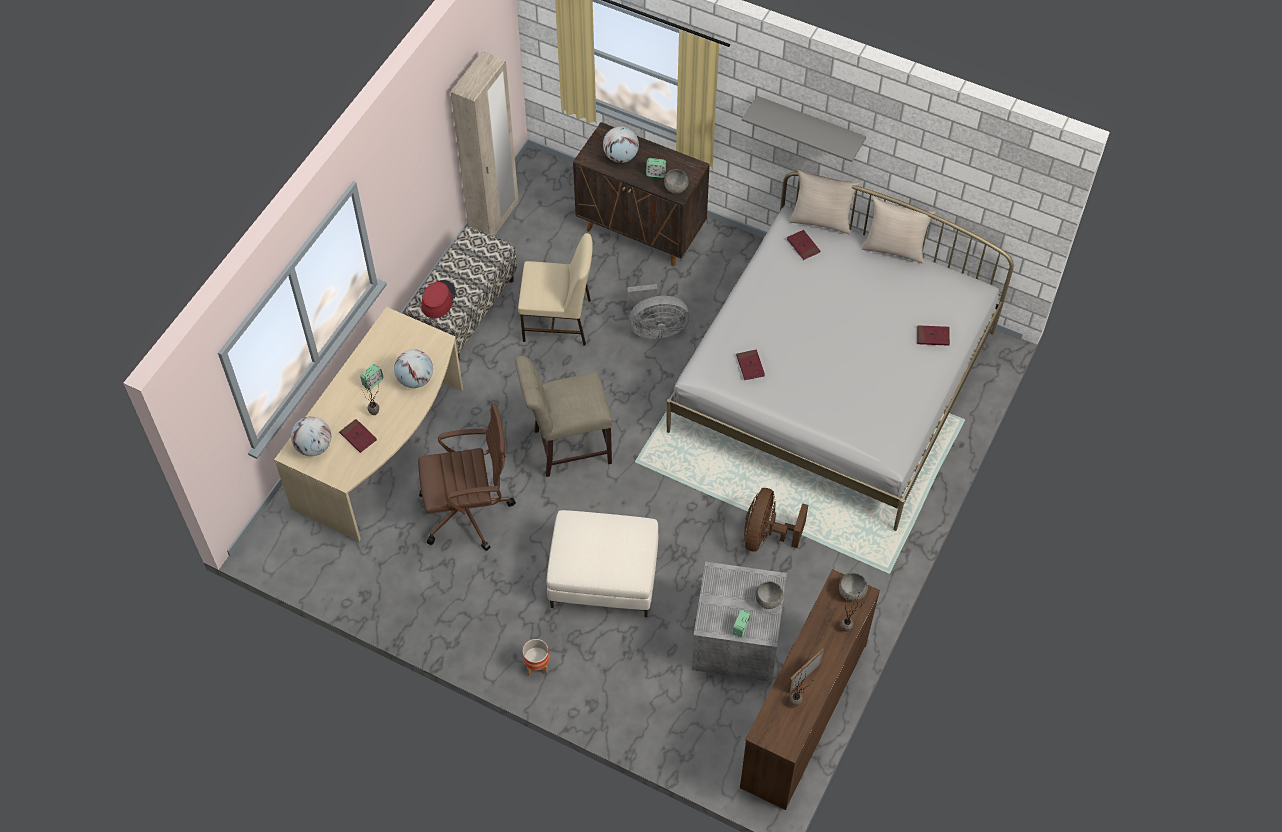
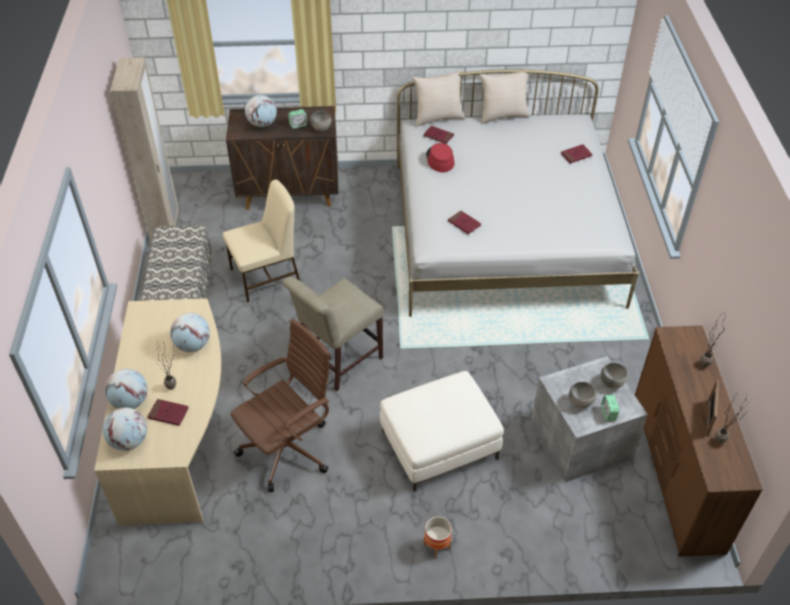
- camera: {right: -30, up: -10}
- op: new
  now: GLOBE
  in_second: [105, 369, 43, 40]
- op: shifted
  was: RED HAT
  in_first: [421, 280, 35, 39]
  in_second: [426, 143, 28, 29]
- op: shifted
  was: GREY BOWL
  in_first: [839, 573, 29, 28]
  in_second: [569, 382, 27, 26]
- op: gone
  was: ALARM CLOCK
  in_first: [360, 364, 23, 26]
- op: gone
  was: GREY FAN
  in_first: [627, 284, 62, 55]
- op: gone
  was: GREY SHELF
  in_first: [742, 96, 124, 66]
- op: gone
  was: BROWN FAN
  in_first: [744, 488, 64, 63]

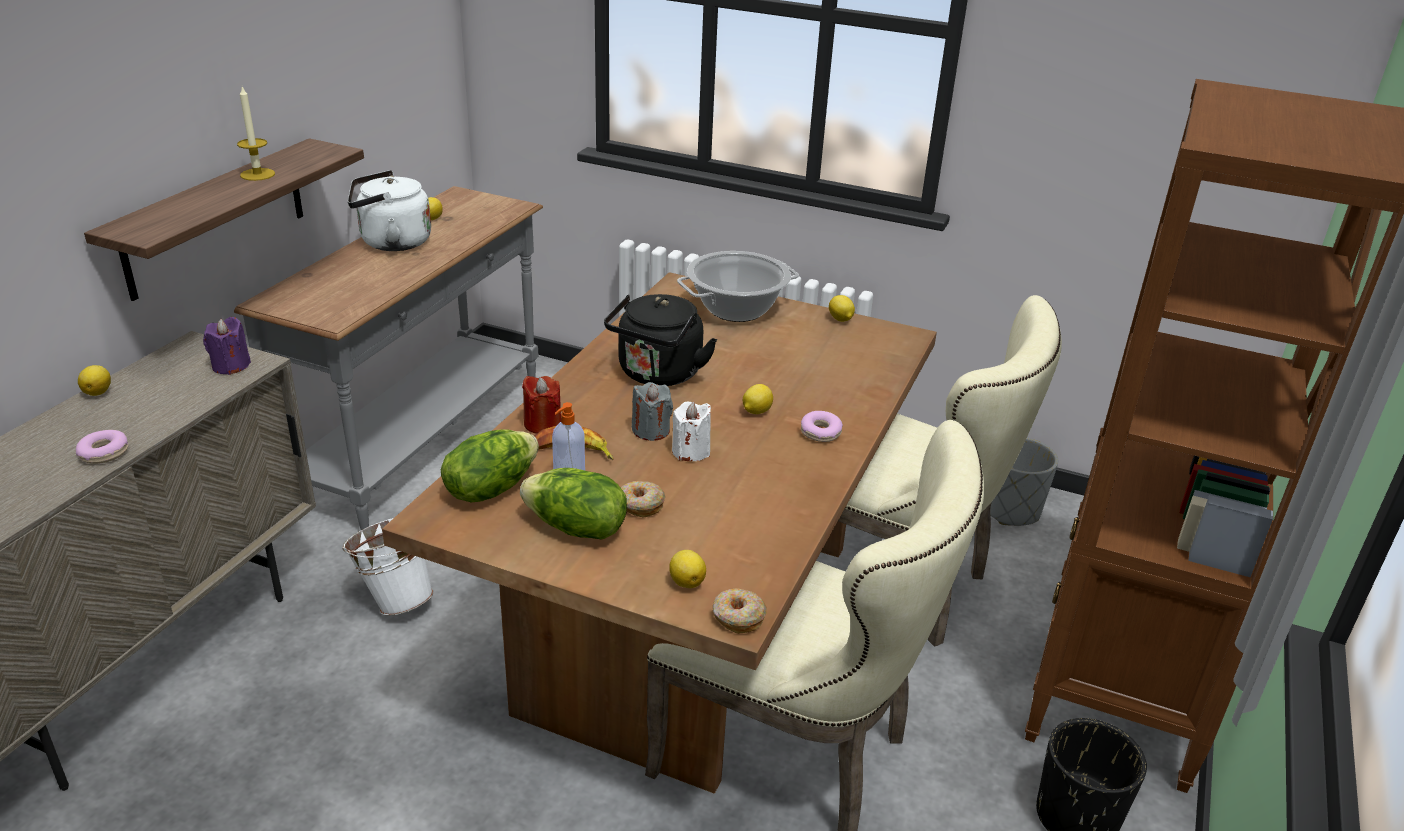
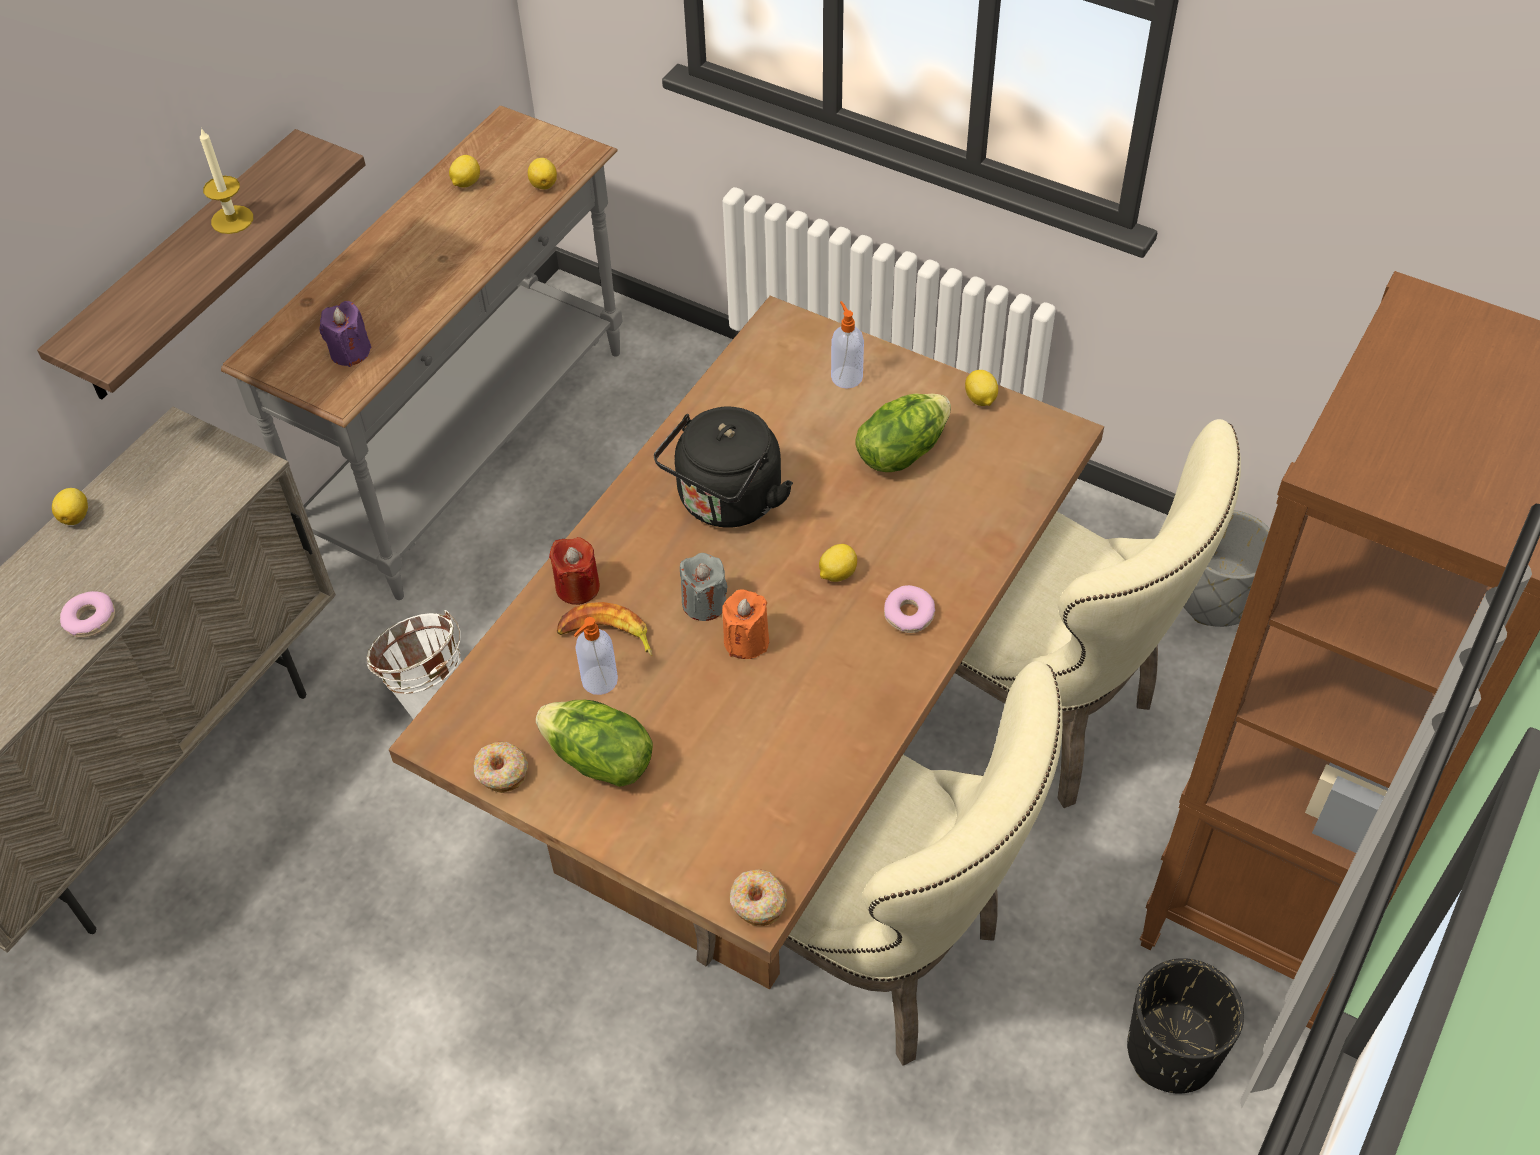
- camera: {right: 10, up: 20}
- op: shifted
  was: PURPLE CANDLE
  in_first: [203, 317, 48, 58]
  in_second: [319, 301, 53, 66]
- op: shifted
  was: DONUT
  in_first: [621, 481, 45, 36]
  in_second: [473, 742, 55, 51]
- op: shifted
  was: LEMON
  in_first: [669, 550, 37, 38]
  in_second: [528, 158, 29, 32]
- op: repainted
  was: WHITE CANDLE
  now: ORANGE CANDLE
  in_first: [672, 402, 39, 59]
  in_second: [722, 589, 47, 70]
- op: swapped
  was: COOKING POT
  now: SOAP DISPENSER
  in_first: [677, 251, 122, 71]
  in_second: [831, 301, 33, 88]
- op: shifted
  was: LETTUCE
  in_first: [441, 429, 98, 73]
  in_second: [855, 393, 96, 79]
- op: gone
  was: WHITE KETTLE
  in_first: [348, 170, 83, 81]

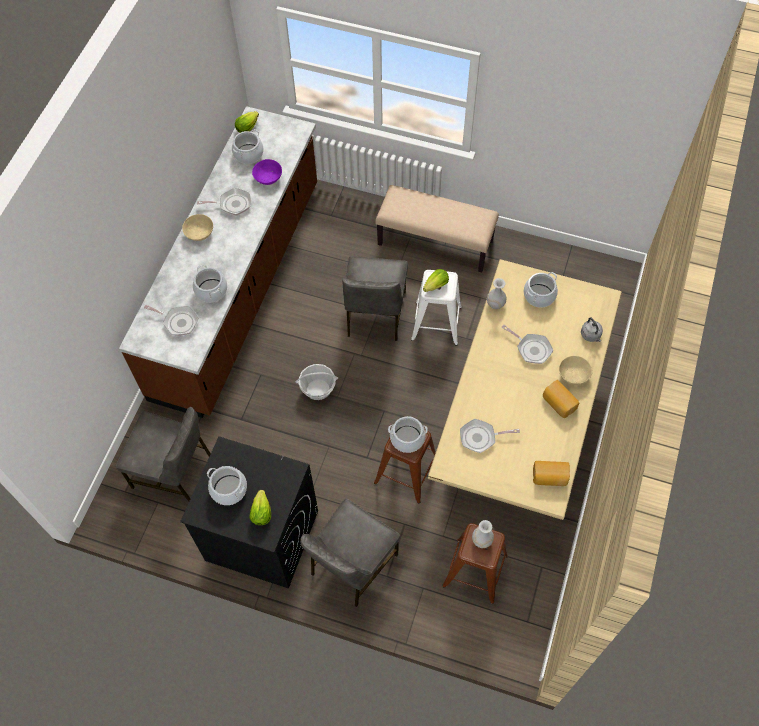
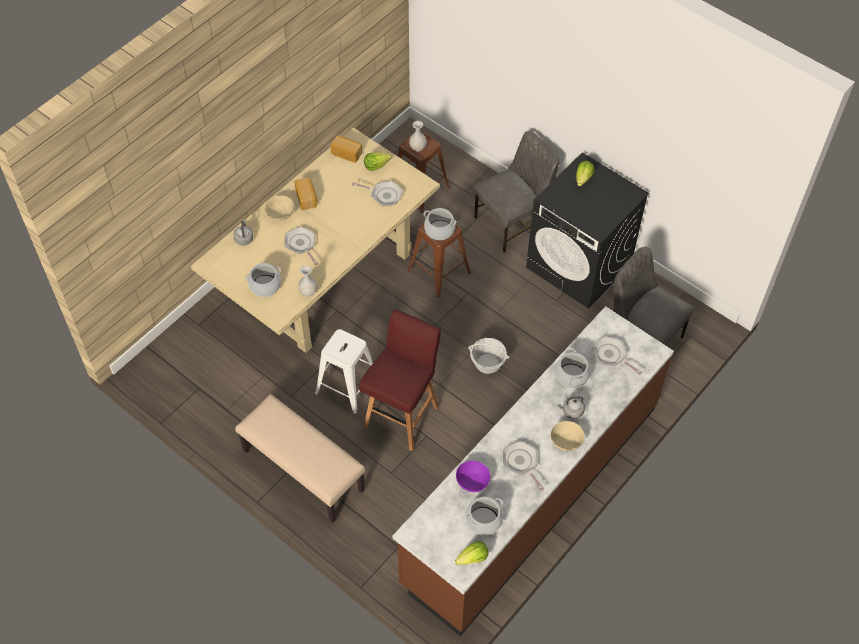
- camera: {right: -160, up: -5}
- op: swapped
  was: GREY CHAIR
  now: RED STOOL
  in_first: [342, 256, 66, 85]
  in_second: [359, 309, 82, 142]
- op: shifted
  was: LETTUCE
  in_first: [423, 269, 26, 23]
  in_second: [364, 152, 28, 19]
- op: rotated
  was: FRYING PAN
  in_first: [197, 188, 54, 28]
  in_second: [503, 441, 41, 50]
  clockwise: 45
- op: new
  now: GREY KETTLE
  in_second: [557, 396, 28, 23]
- op: gone
  was: COOKING POT
  in_first: [207, 466, 40, 39]

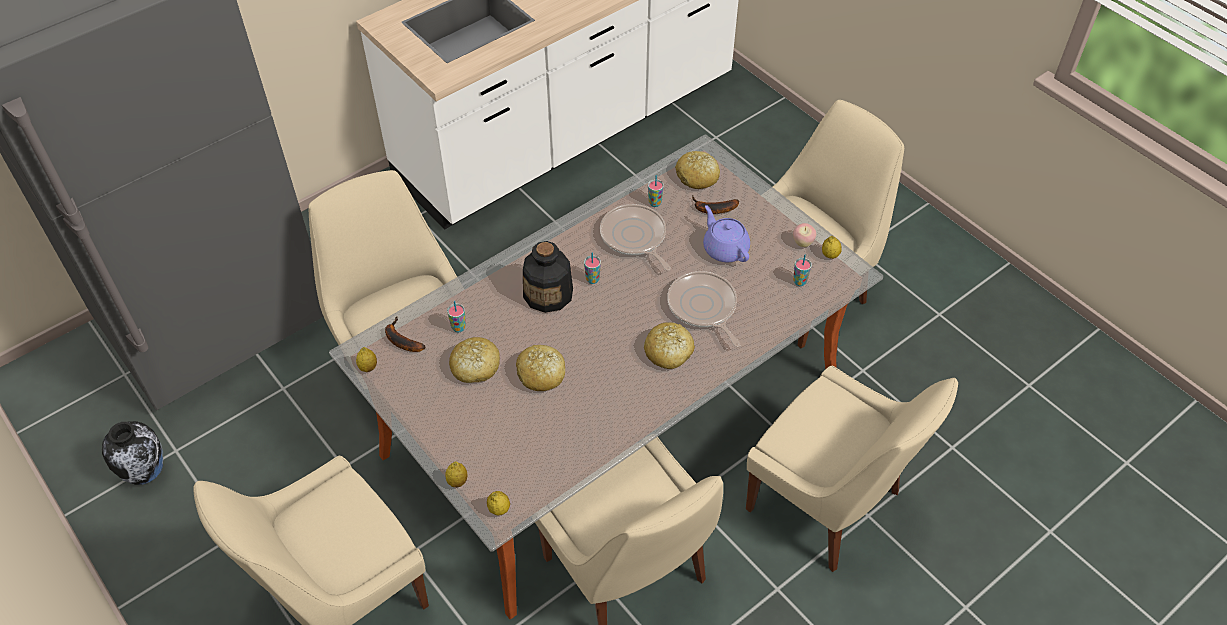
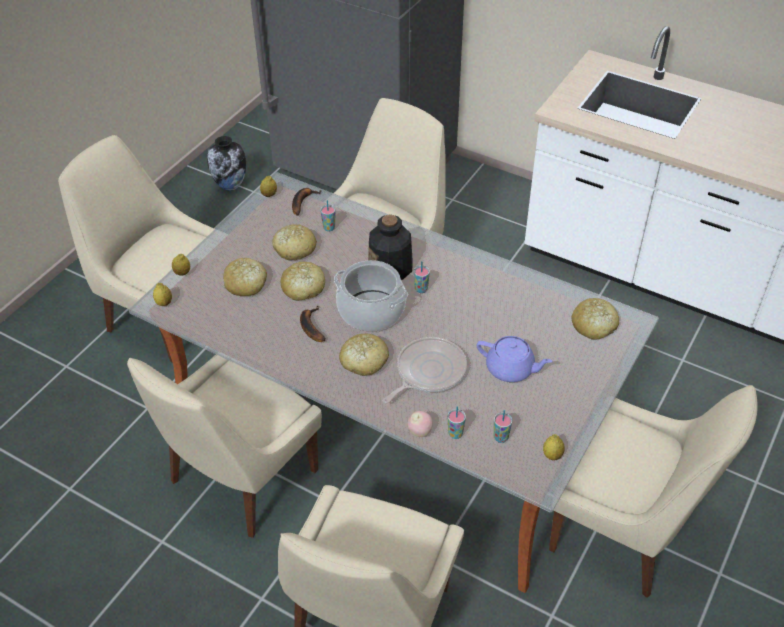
- camera: {right: 70, up: -5}
- op: new
  now: BREAD
  in_second: [223, 258, 44, 38]
- op: shifted
  was: BANANA
  in_first: [692, 196, 47, 18]
  in_second: [300, 306, 25, 36]
- op: new
  now: COOKING POT
  in_second: [334, 260, 74, 71]
- op: shifted
  was: APPLE
  in_first: [793, 223, 23, 24]
  in_second: [407, 411, 26, 26]
- op: shifted
  was: CUP
  in_first: [648, 175, 16, 32]
  in_second: [448, 406, 18, 33]
- op: rotated
  was: PURPLE TEAPOT
  in_first: [703, 205, 47, 57]
  in_second: [477, 336, 76, 46]
  clockwise: 75
- op: gone
  was: FRYING PAN
  in_first: [600, 204, 71, 67]

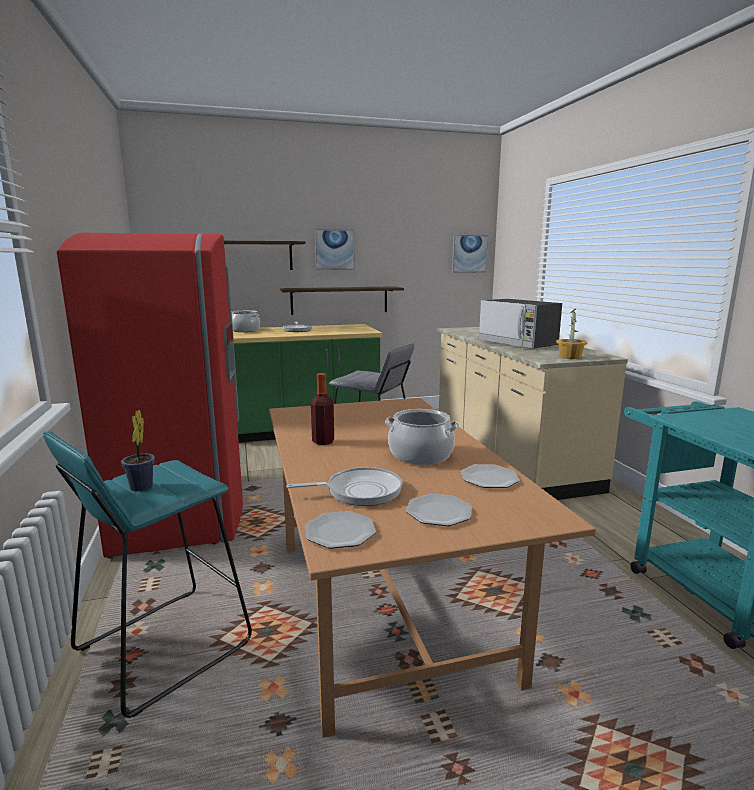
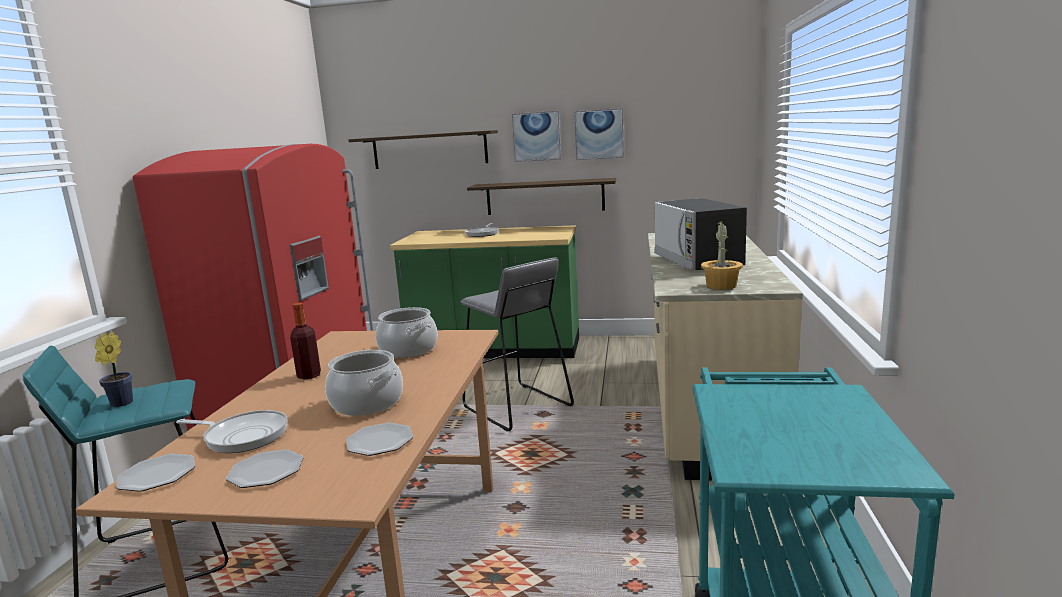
- camera: {right: 25, up: 0}
- op: shifted
  was: COOKING POT
  in_first: [232, 310, 28, 22]
  in_second: [376, 307, 62, 51]
- op: shifted
  was: PICTURE
  in_first: [452, 235, 36, 38]
  in_second: [574, 108, 50, 52]

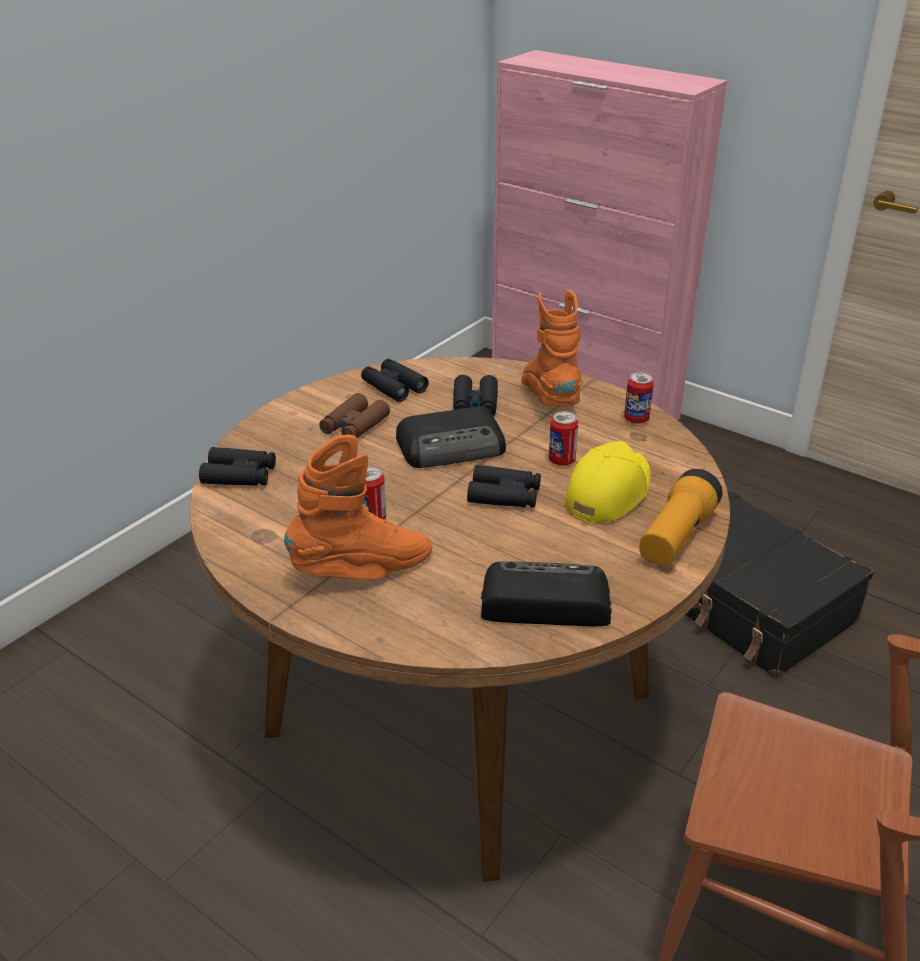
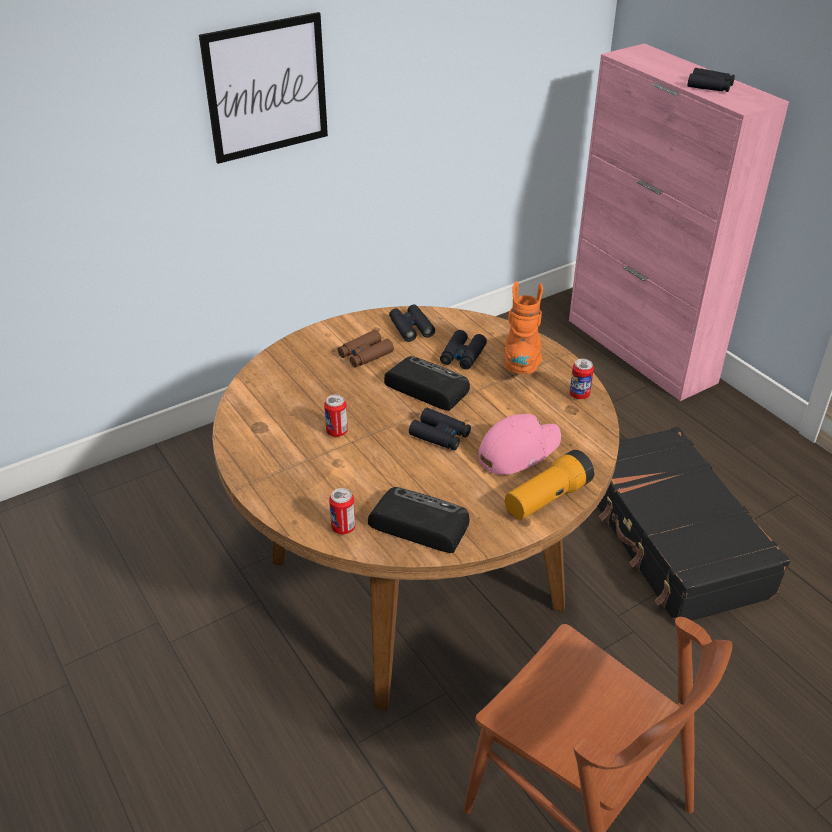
- camera: {right: 20, up: 5}
- op: new
  now: PICTURE
  in_second: [199, 12, 129, 152]
- op: shifted
  was: CAN
  in_first: [549, 411, 29, 55]
  in_second: [329, 488, 27, 46]
- op: rotated
  was: RADIO
  in_first: [396, 406, 110, 62]
  in_second: [384, 356, 86, 55]
  clockwise: -150
- op: repainted
  was: YELLOW CAP
  now: PINK CAP
  in_first: [565, 441, 86, 82]
  in_second: [479, 414, 82, 61]
- op: shifted
  was: BLACK BINOCULARS
  in_first: [199, 447, 77, 39]
  in_second: [687, 68, 48, 24]
- op: gone
  was: ORANGE BOOT
  in_first: [284, 435, 148, 145]

